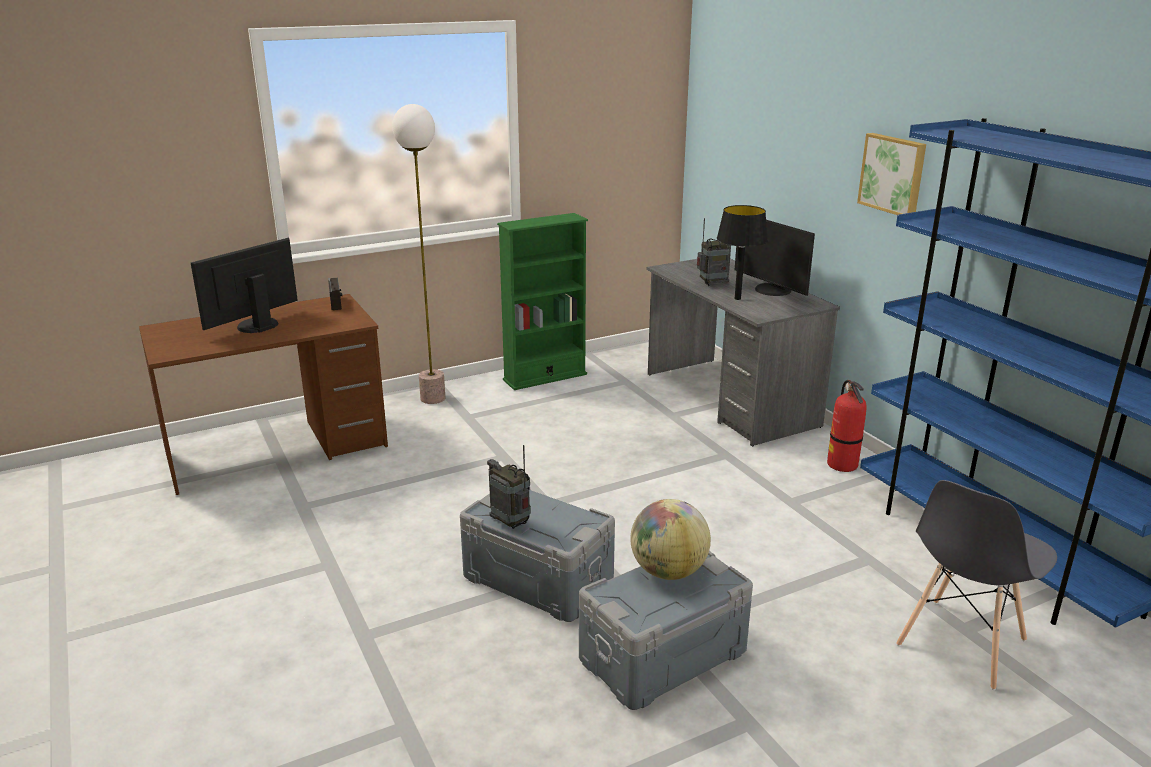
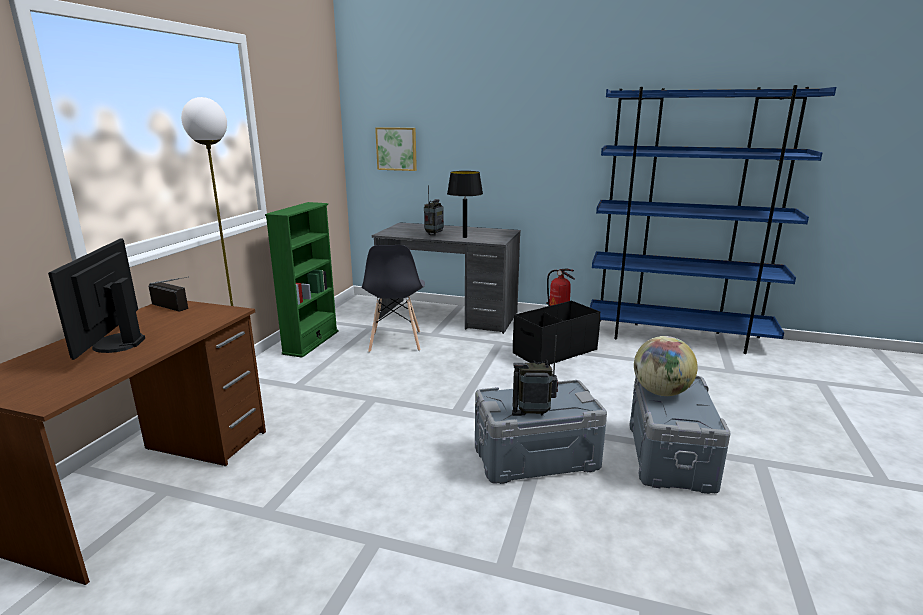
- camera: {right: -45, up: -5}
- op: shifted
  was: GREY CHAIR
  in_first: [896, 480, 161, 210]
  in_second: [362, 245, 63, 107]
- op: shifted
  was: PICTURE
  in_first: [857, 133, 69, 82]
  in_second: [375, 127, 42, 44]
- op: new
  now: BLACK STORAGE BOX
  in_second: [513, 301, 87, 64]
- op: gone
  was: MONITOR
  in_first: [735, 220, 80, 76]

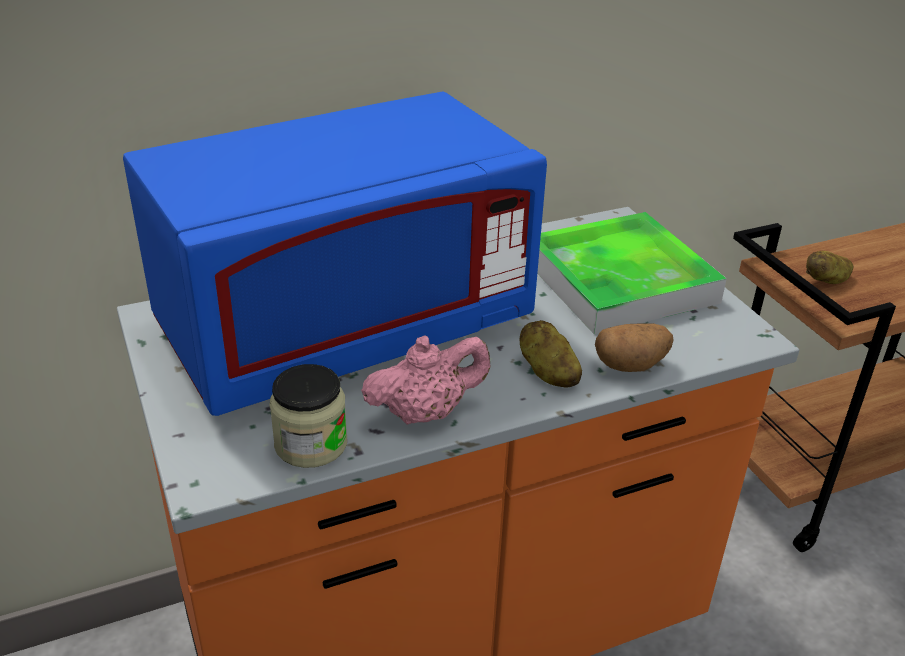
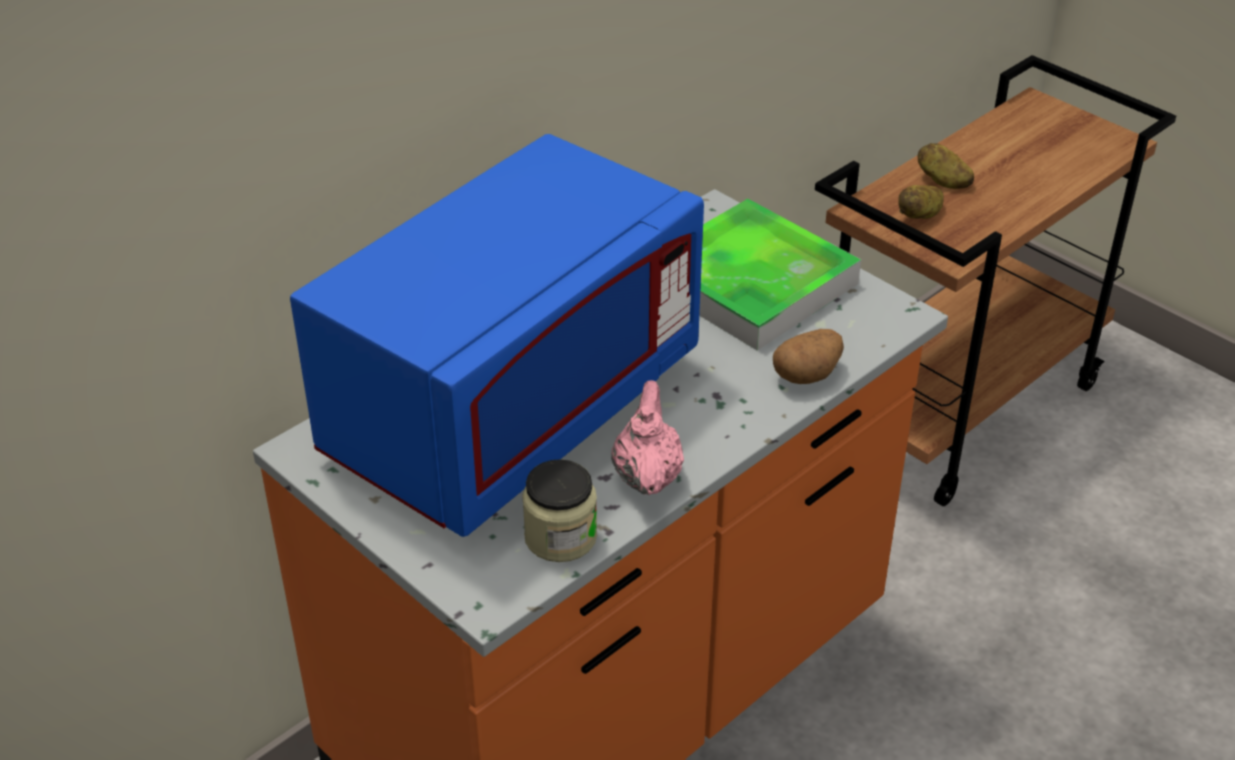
- camera: {right: -20, up: 5}
- op: rotated
  was: PINK TEAPOT
  in_first: [361, 335, 129, 90]
  in_second: [611, 380, 73, 115]
  clockwise: -45
- op: shifted
  was: POTATO
  in_first: [520, 320, 62, 68]
  in_second: [918, 143, 56, 46]

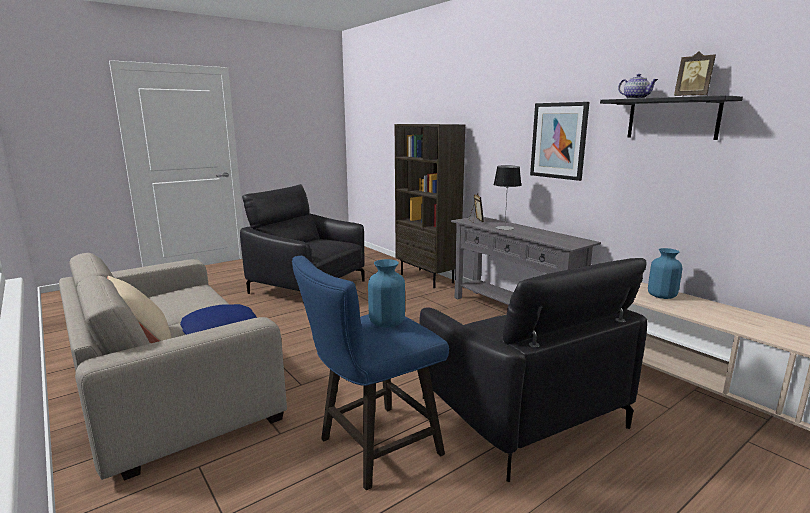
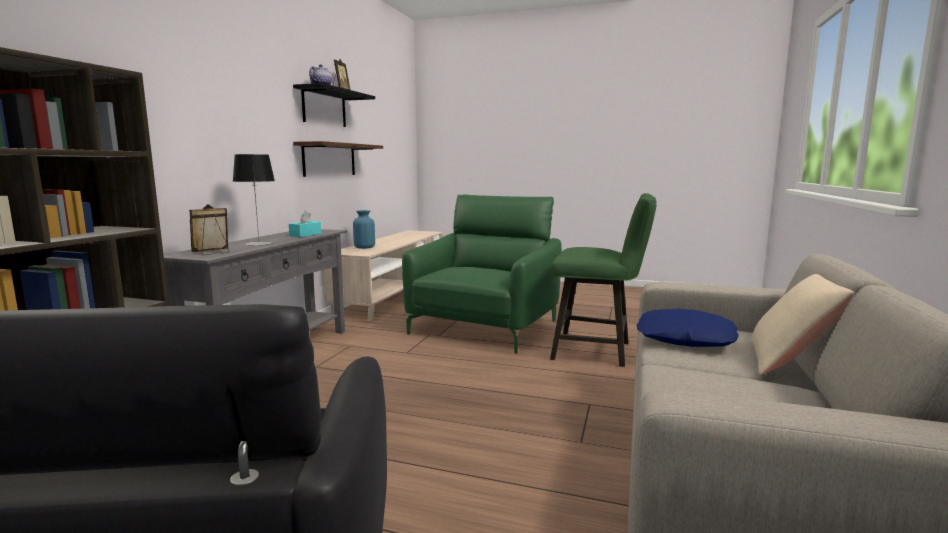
- camera: {right: -125, up: -5}
- op: new
  now: TURQUOISE TISSUE BOX
  in_second: [289, 211, 33, 26]
- op: new
  now: BROWN SHELF
  in_second: [293, 141, 90, 36]
- op: repainted
  was: BLACK ARMCHAIR
  now: GREEN ARMCHAIR
  in_first: [419, 258, 228, 224]
  in_second: [402, 195, 160, 159]
- op: repainted
  was: BLUE STOOL
  now: GREEN STOOL
  in_first: [292, 256, 157, 234]
  in_second: [550, 193, 106, 174]
- op: gone
  was: BLUE VASE
  in_first: [368, 259, 37, 68]
- op: gone
  was: PICTURE
  in_first: [530, 102, 59, 79]

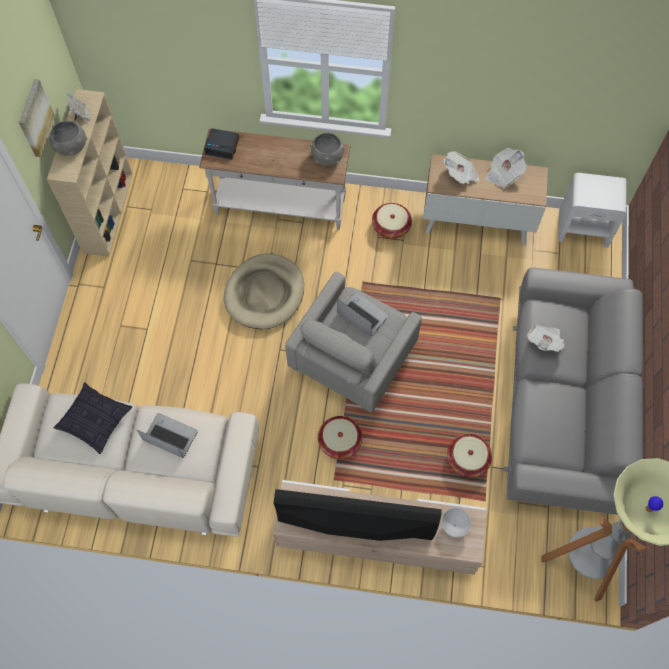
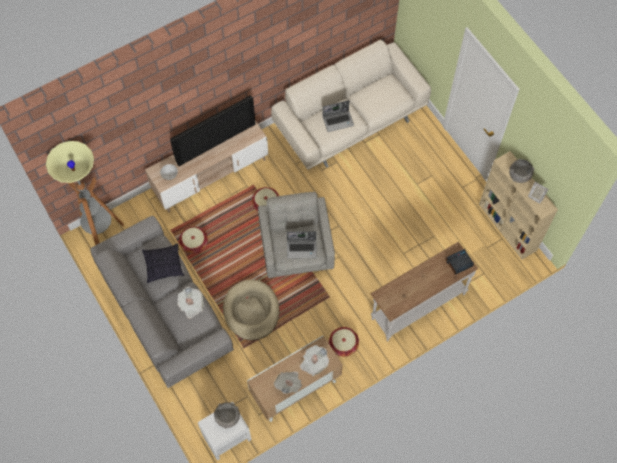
- camera: {right: 140, up: 0}
- op: shifted
  was: PILLOW
  in_first: [54, 382, 78, 72]
  in_second: [142, 243, 42, 40]
- op: shifted
  was: GREY BOWL
  in_first: [310, 132, 35, 34]
  in_second: [214, 402, 26, 27]
- op: shifted
  was: BEIGE DOG BED
  in_first: [224, 253, 80, 76]
  in_second: [223, 279, 56, 61]
- op: gone
  was: PICTURE
  in_first: [19, 79, 36, 78]

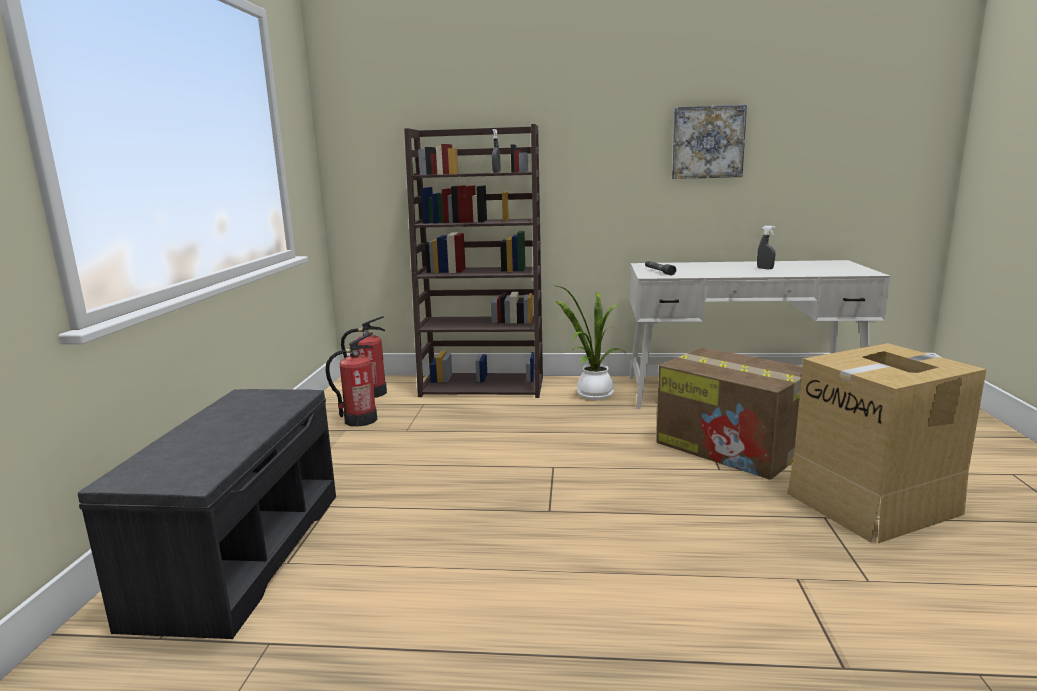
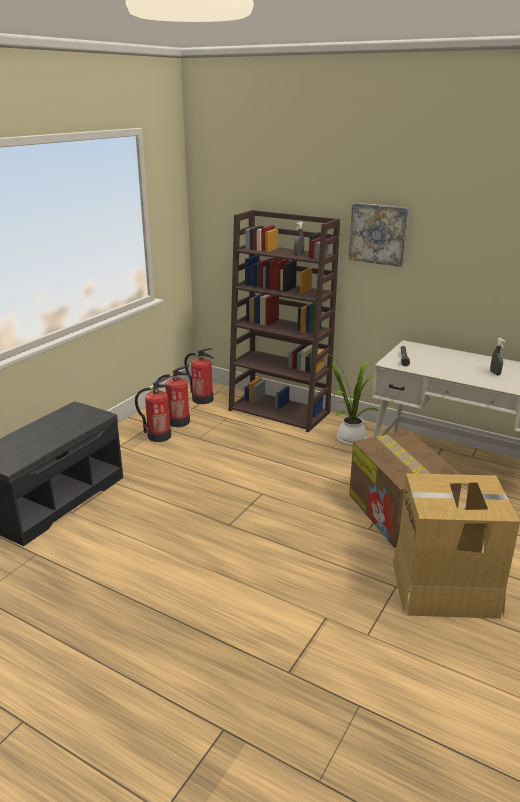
- camera: {right: 25, up: 10}
- op: new
  now: FIRE EXTINGUISHER
  in_second: [135, 376, 36, 66]
- op: shifted
  was: PICTURE
  in_first: [672, 105, 75, 74]
  in_second: [349, 203, 60, 64]

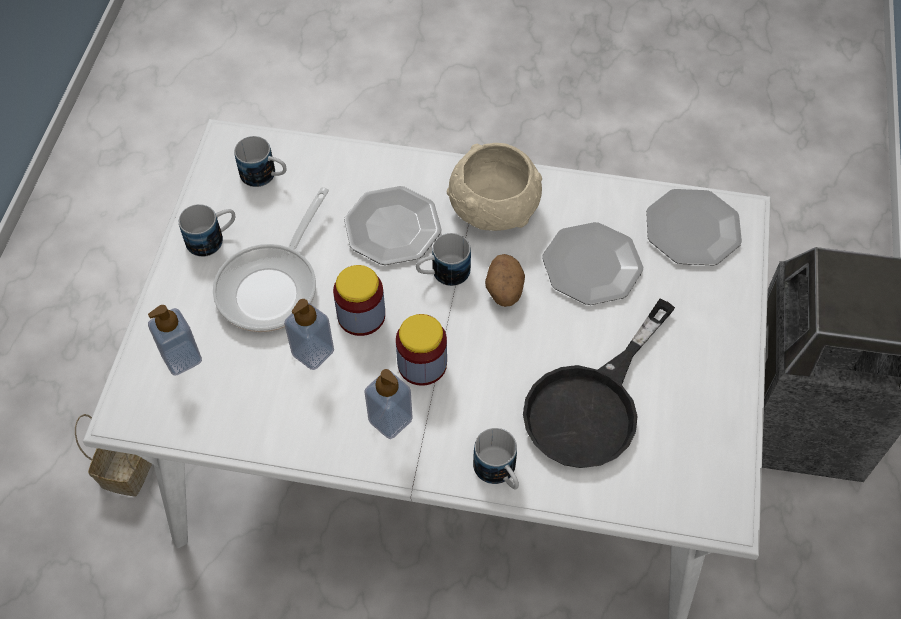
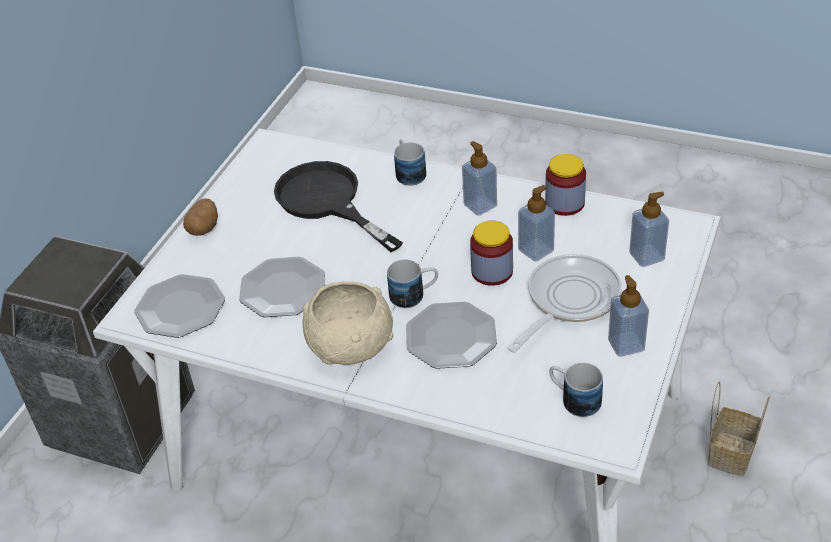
- camera: {right: -165, up: -15}
- op: shifted
  was: POTATO
  in_first: [485, 254, 40, 53]
  in_second: [183, 198, 35, 38]
- op: rotated
  was: BLACK FRYING PAN
  in_first: [523, 299, 152, 169]
  in_second: [274, 161, 129, 91]
  clockwise: -90
- op: shifted
  was: JAR
  in_first: [396, 314, 51, 72]
  in_second: [545, 154, 41, 62]
- op: swapped
  was: MUG
  now: SOAP DISPENSER
  in_first: [179, 204, 56, 53]
  in_second: [608, 275, 41, 82]

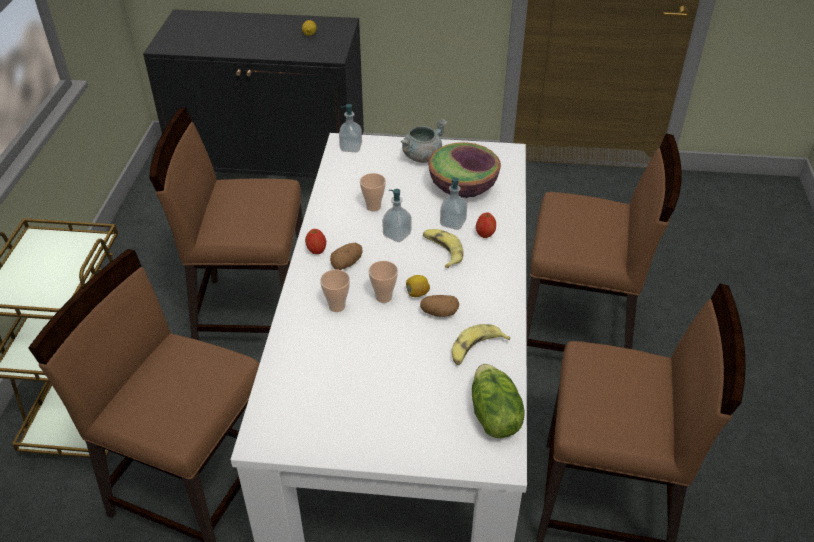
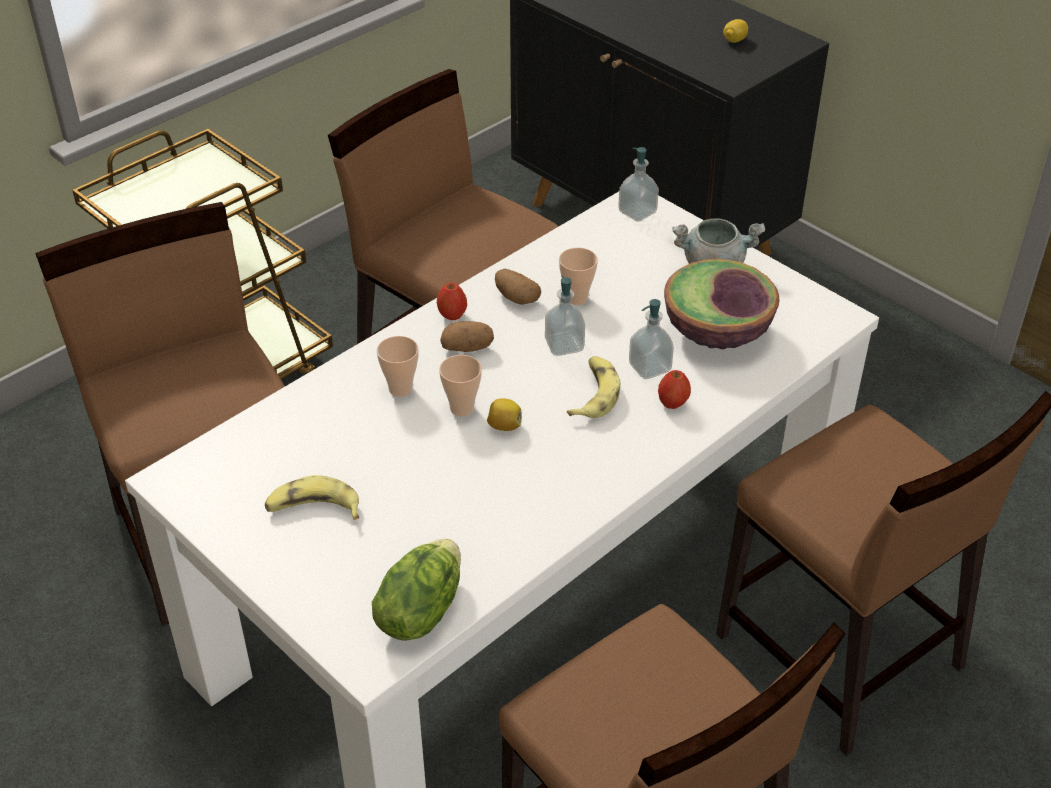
- camera: {right: 40, up: 0}
- op: shifted
  was: BANANA
  in_first: [452, 324, 58, 41]
  in_second: [265, 475, 94, 45]
- op: shifted
  was: POTATO
  in_first: [420, 295, 39, 22]
  in_second: [495, 269, 46, 36]

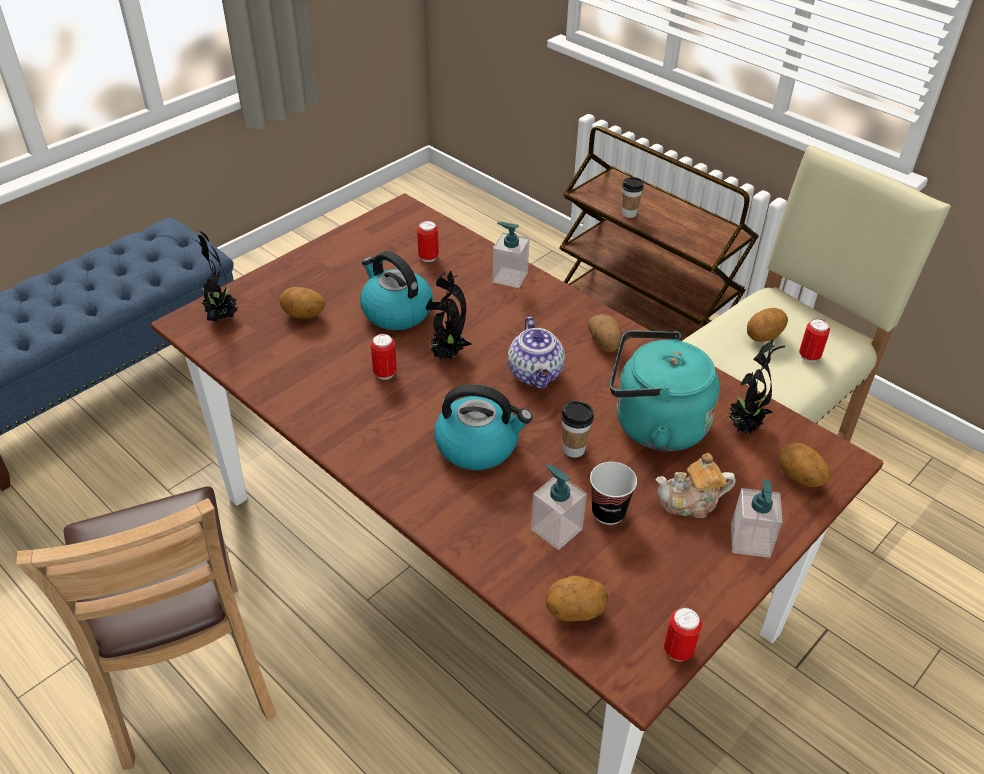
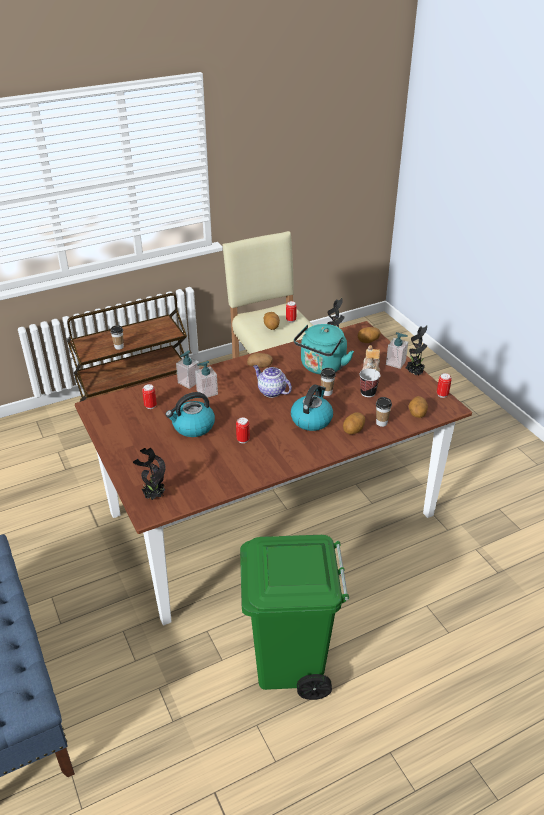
- camera: {right: -70, up: -5}
- op: shifted
  was: SOAP DISPENSER
  in_first: [531, 464, 56, 86]
  in_second: [195, 361, 23, 37]
- op: swapped
  was: BROWN CHAIR
  now: GREEN TRASH CAN
  in_first: [16, 486, 261, 283]
  in_second: [240, 535, 109, 165]
- op: rotated
  was: TEAPOT
  in_first: [508, 317, 57, 72]
  in_second: [253, 365, 39, 33]
  clockwise: -150
- op: shifted
  was: POTATO
  in_first: [279, 287, 47, 31]
  in_second: [343, 412, 22, 22]
- op: new
  now: CUP
  in_second: [376, 397, 16, 30]
- op: shifted
  was: POTTED PLANT
  in_first: [426, 270, 46, 90]
  in_second: [406, 326, 22, 49]

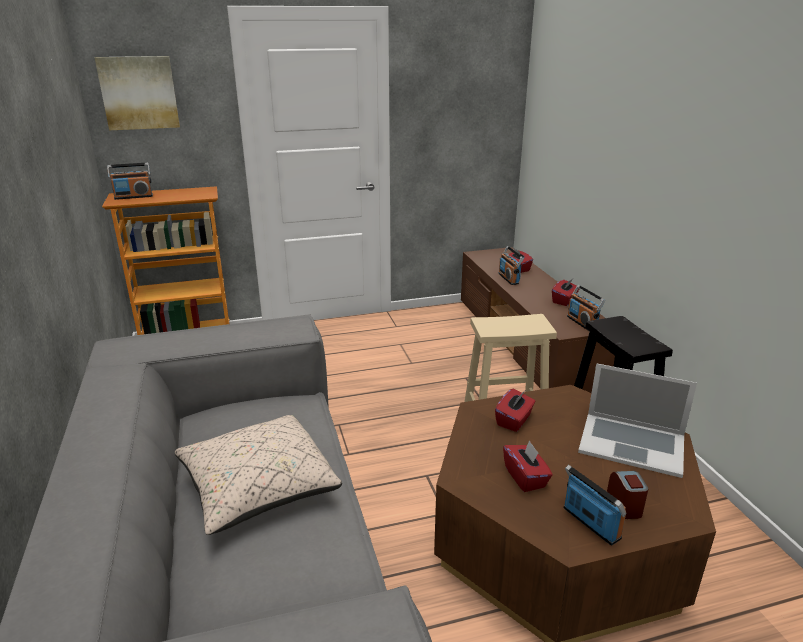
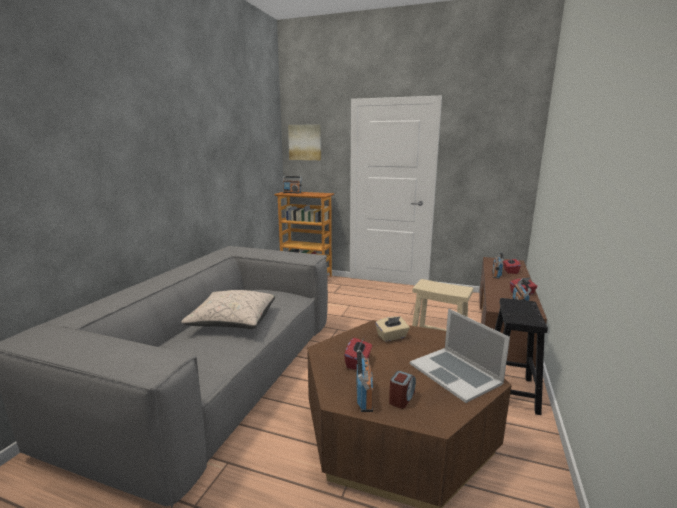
- camera: {right: 35, up: -10}
- op: repainted
  was: RED TISSUE BOX
  now: BEIGE TISSUE BOX
  in_first: [495, 388, 40, 44]
  in_second: [375, 316, 34, 26]

